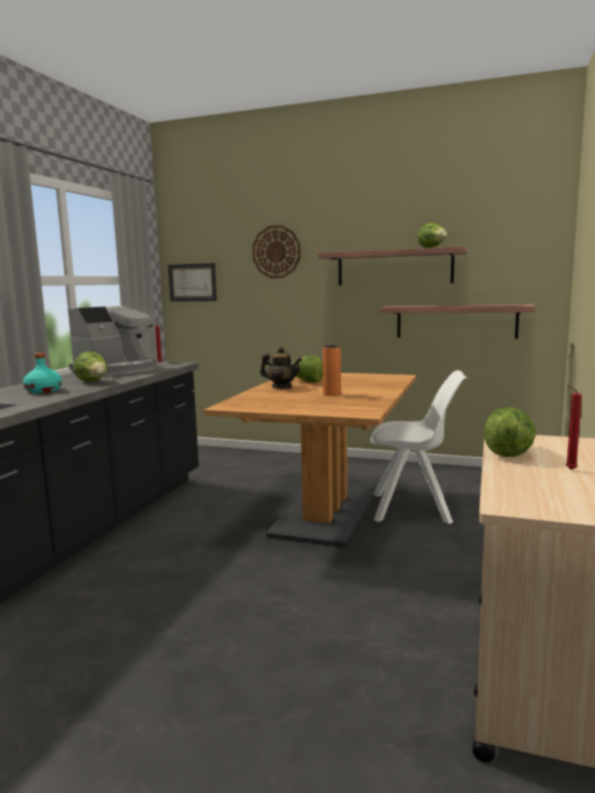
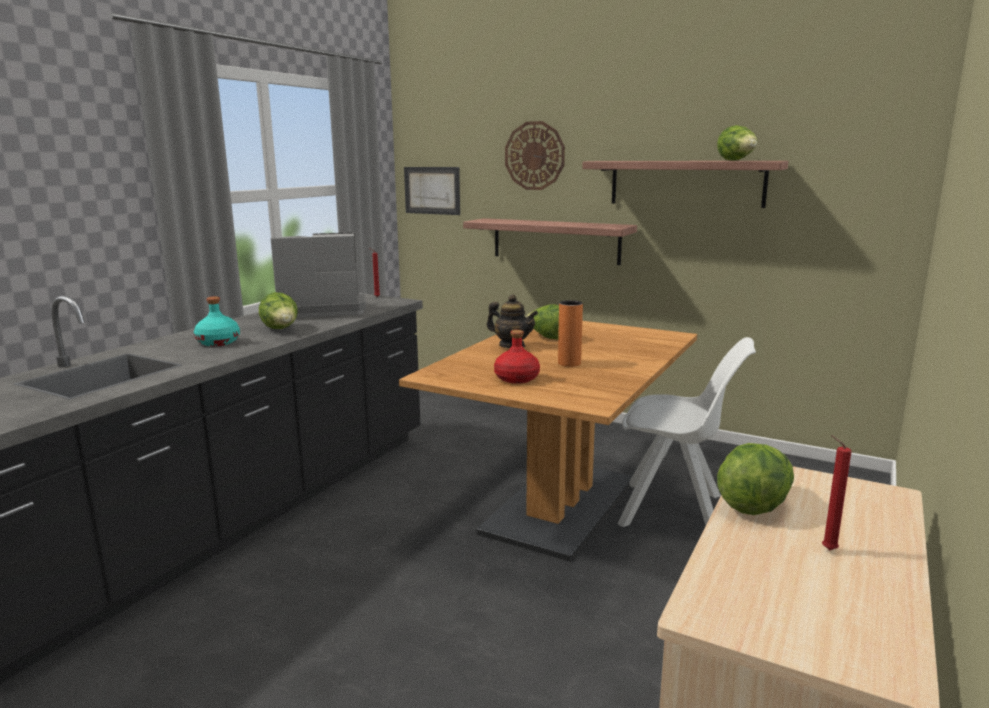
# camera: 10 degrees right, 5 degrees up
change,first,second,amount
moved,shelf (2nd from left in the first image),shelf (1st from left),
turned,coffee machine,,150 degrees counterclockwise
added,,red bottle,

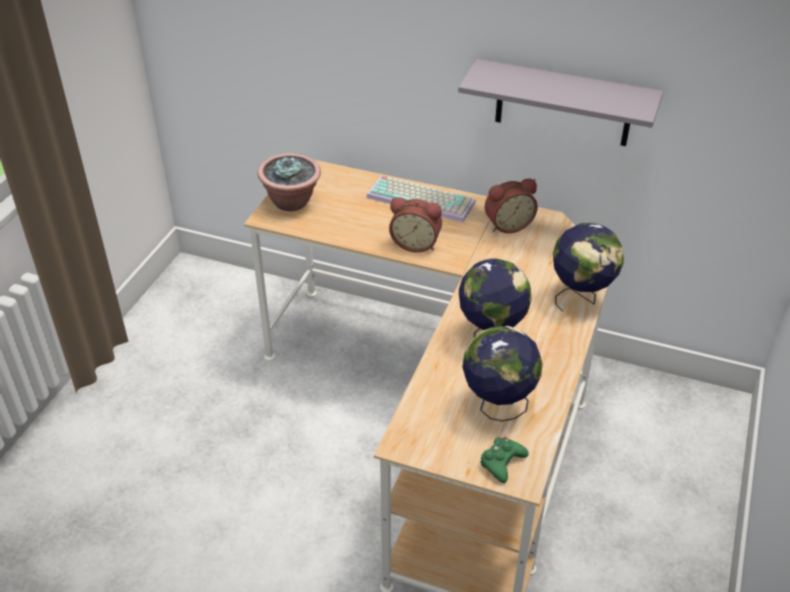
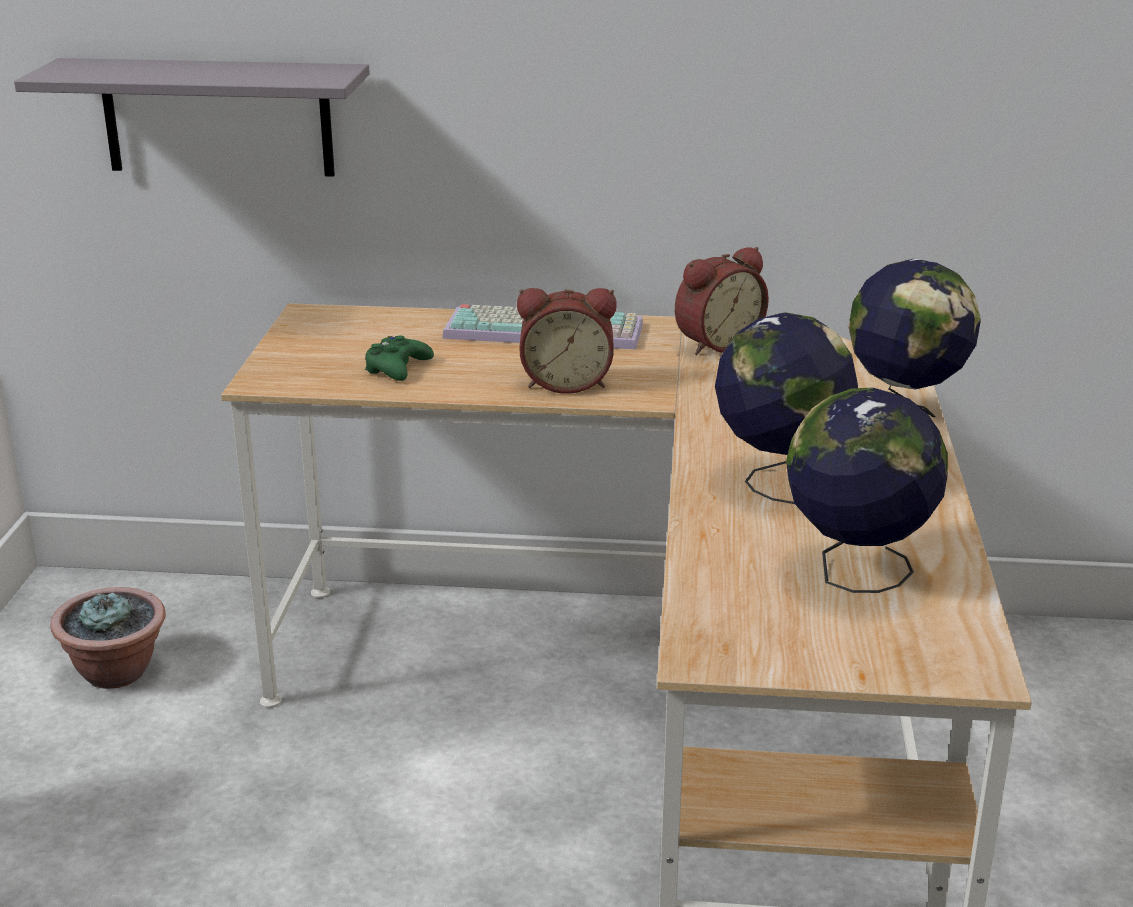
# camera: 15 degrees left, 15 degrees down
change,first,second,amount
moved,grey shelf,,
moved,potted plant,,
moved,green game controller,,

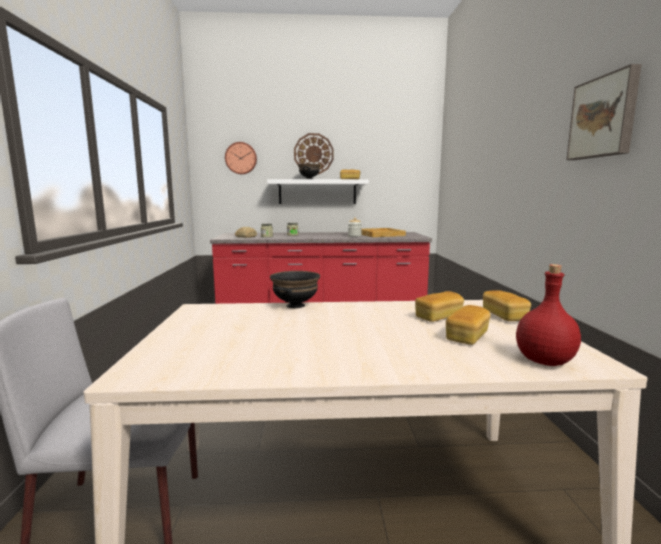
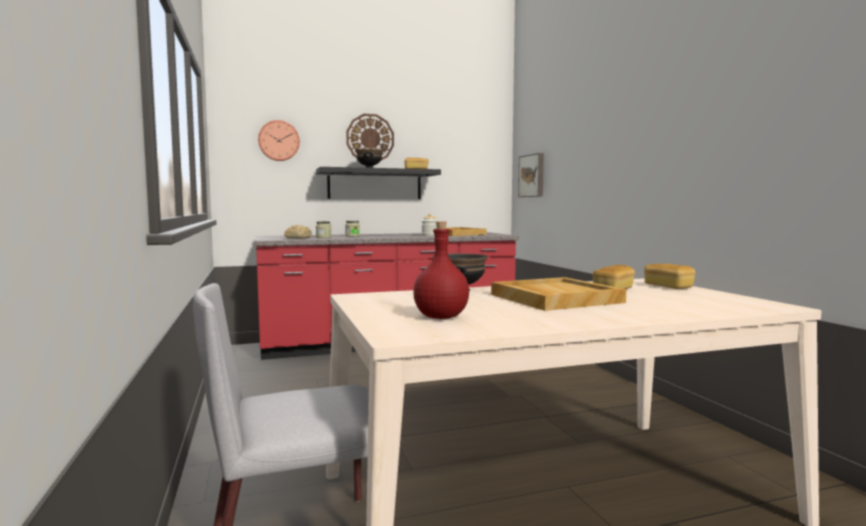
# camera: 15 degrees left, 5 degrees down
change,first,second,amount
moved,picture,,
recoloured,white shelf,black shelf,
moved,red bottle,,
removed,bread (4th from left),,
added,,beige tray (2nd from left),

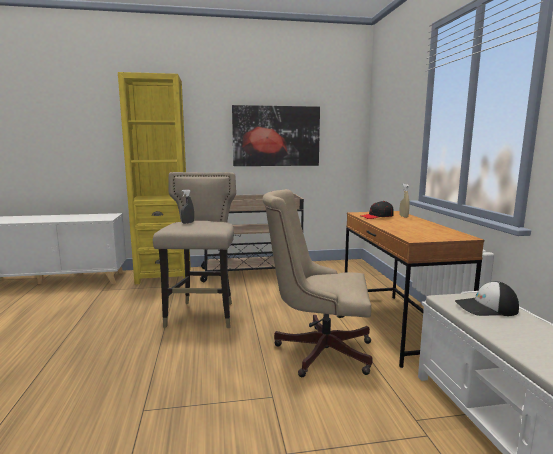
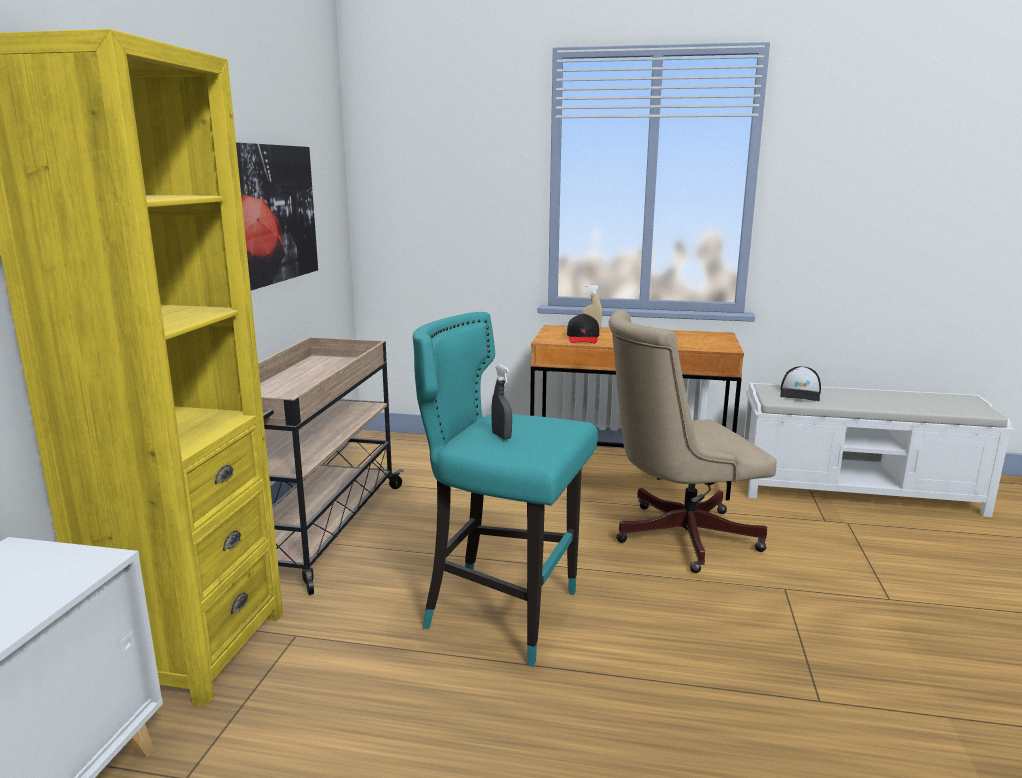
# camera: 70 degrees left, 5 degrees up
change,first,second,amount
recoloured,beige stool,turquoise stool,
turned,beige office chair,,45 degrees clockwise

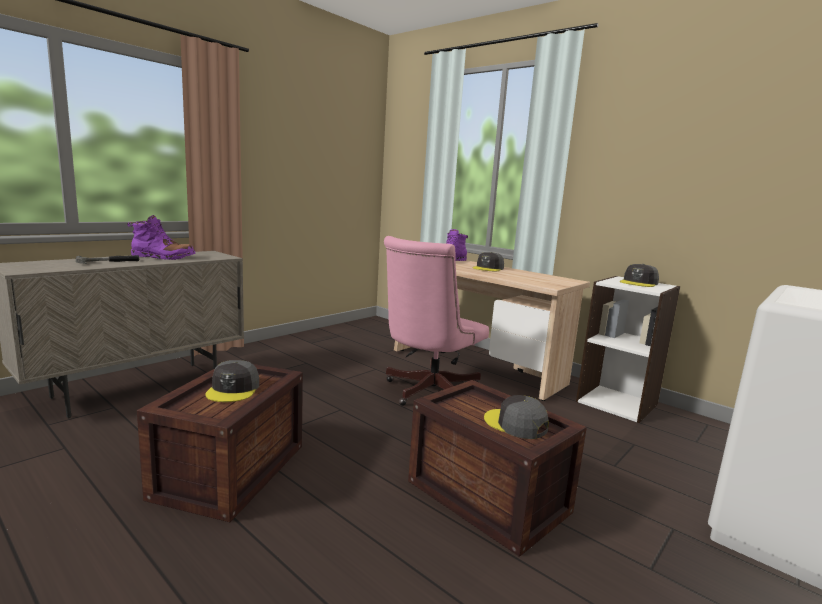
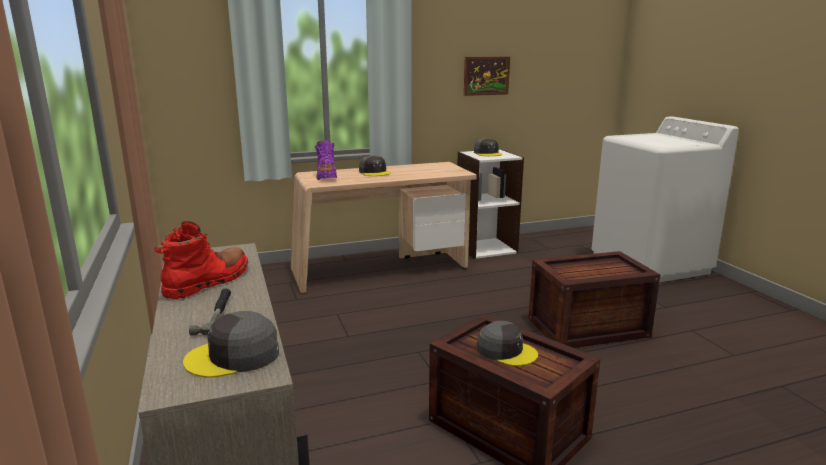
# camera: 60 degrees left, 5 degrees up
change,first,second,amount
recoloured,purple boot (1st from left),red boot,
removed,pink office chair,,
moved,grey cap (3rd from left in the first image),grey cap (1st from left),
added,,picture,

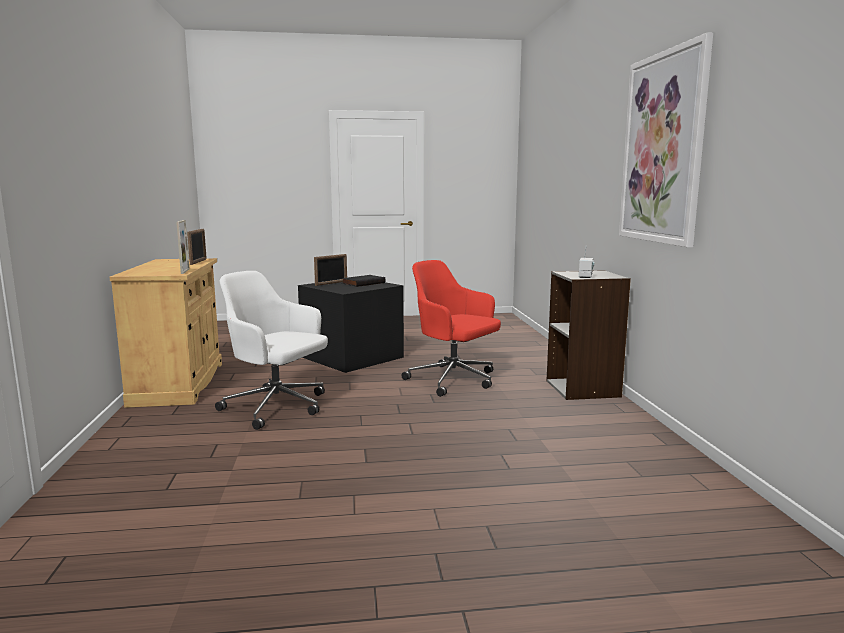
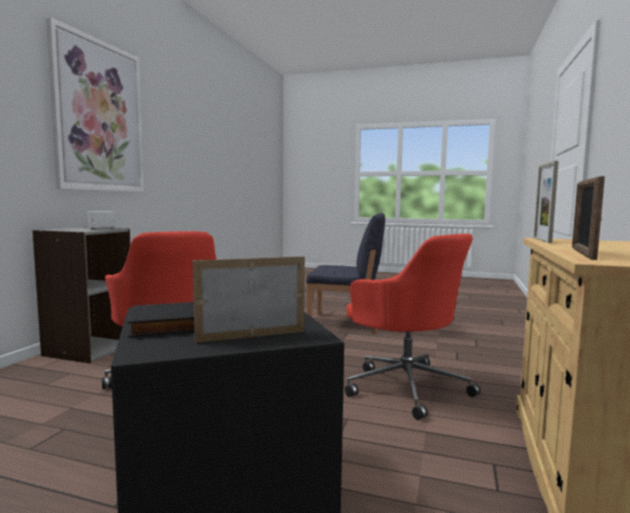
# camera: 155 degrees left, 5 degrees down
change,first,second,amount
recoloured,white office chair,red office chair (2nd from left),
added,,blue chair,

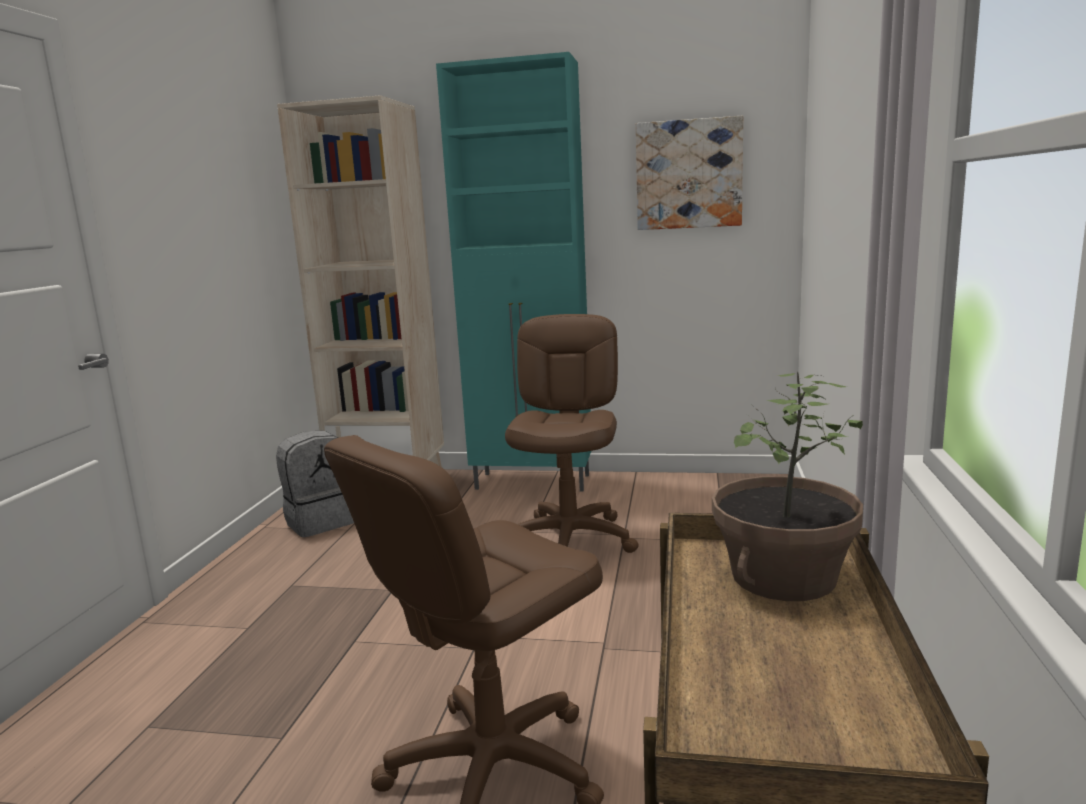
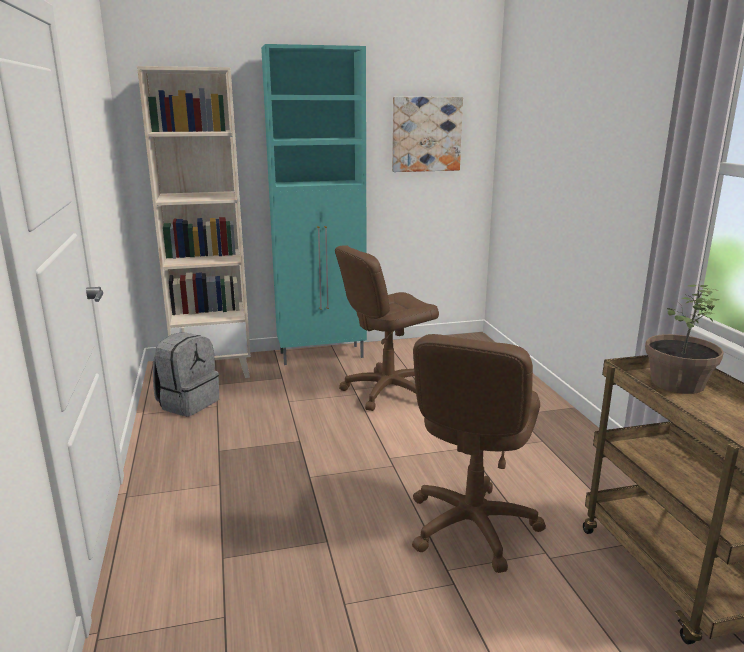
# camera: 25 degrees left, 5 degrees up
change,first,second,amount
turned,brown office chair (2nd from left in the first image),brown office chair (1st from left),105 degrees counterclockwise

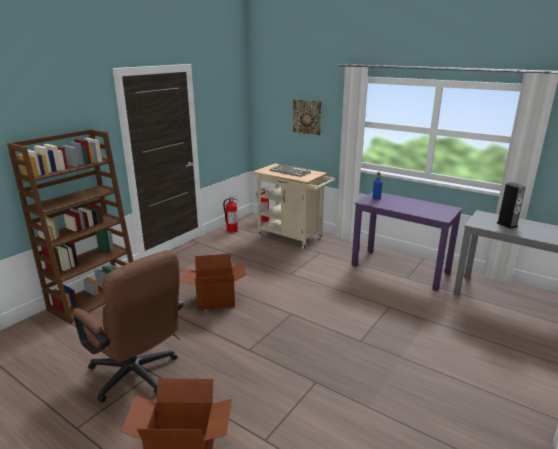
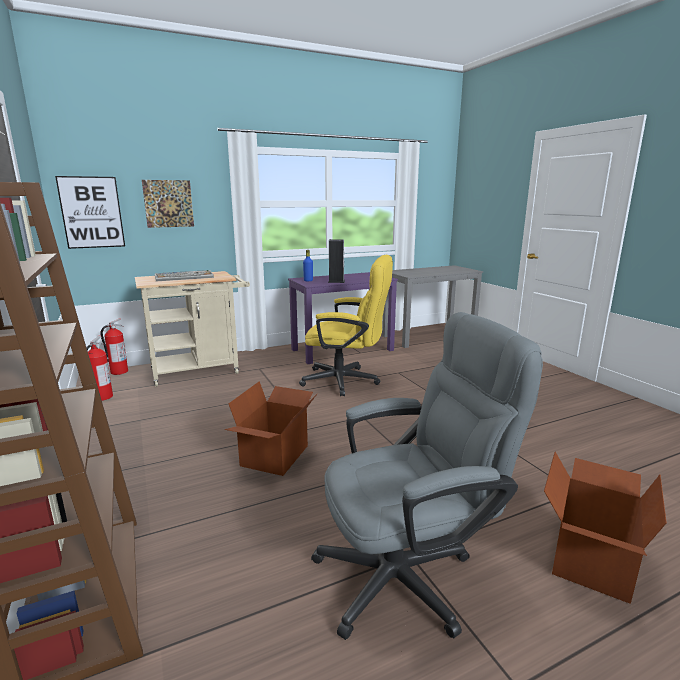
# camera: 60 degrees left, 5 degrees down
change,first,second,amount
moved,speaker,,
recoloured,brown office chair,grey office chair,
added,,picture (1st from left),
added,,yellow office chair,

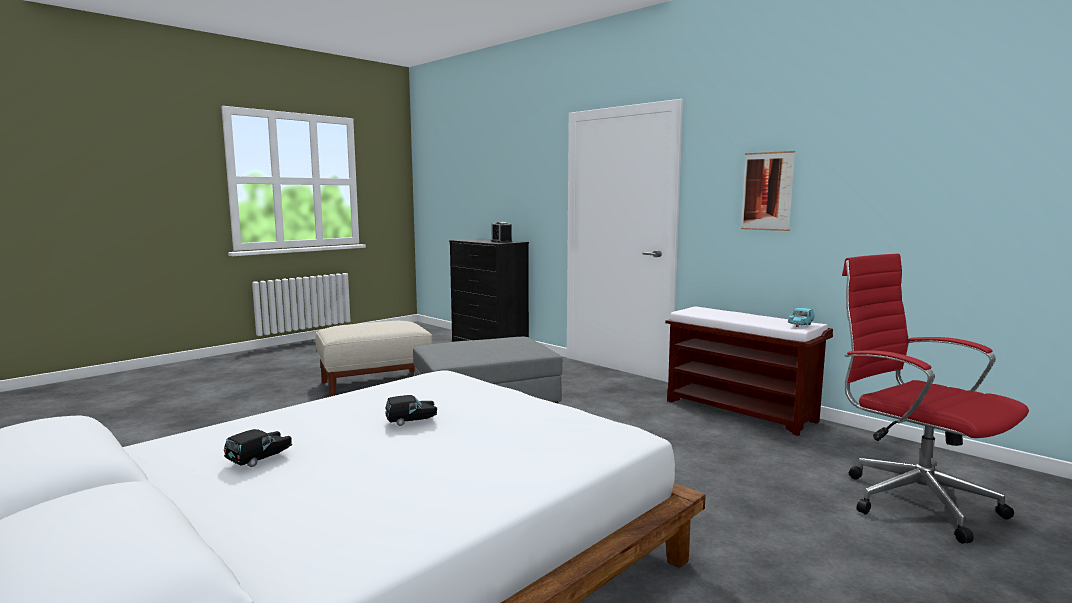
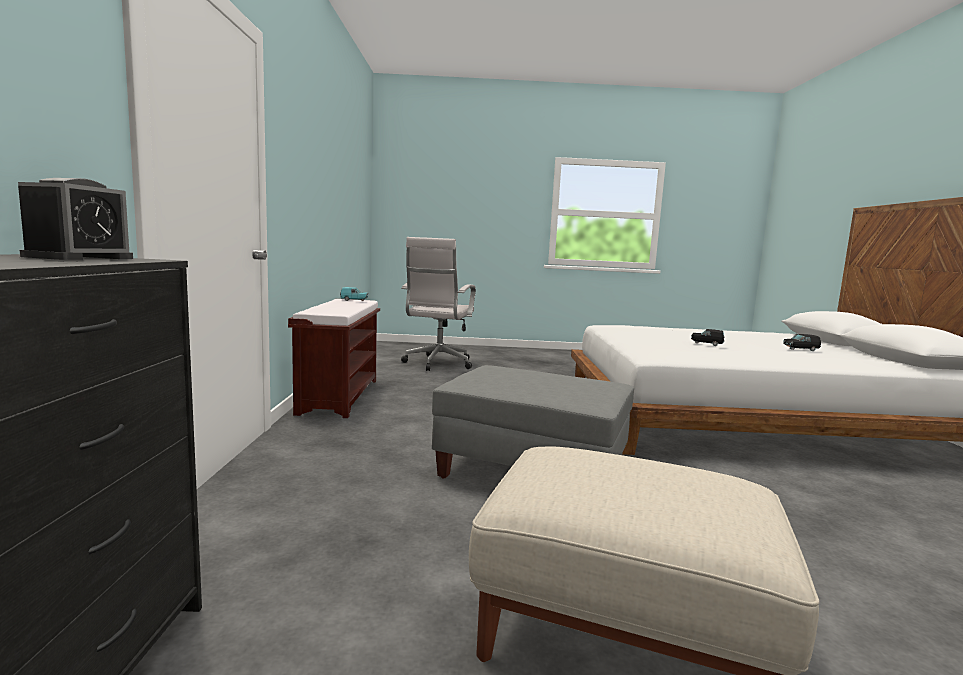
# camera: 135 degrees left, 0 degrees up
change,first,second,amount
removed,picture,,
recoloured,red office chair,white office chair,

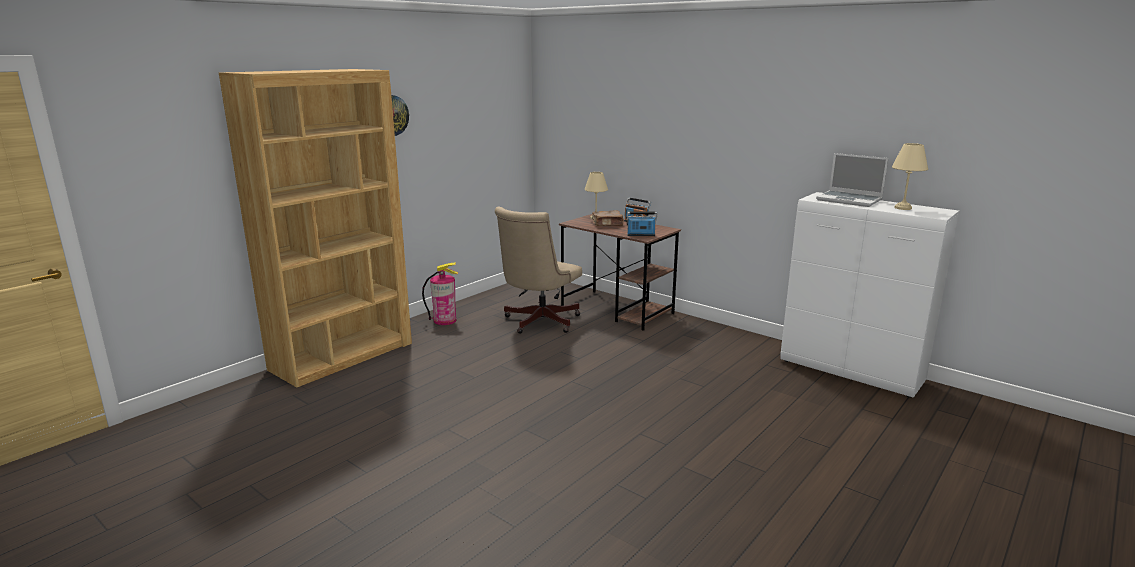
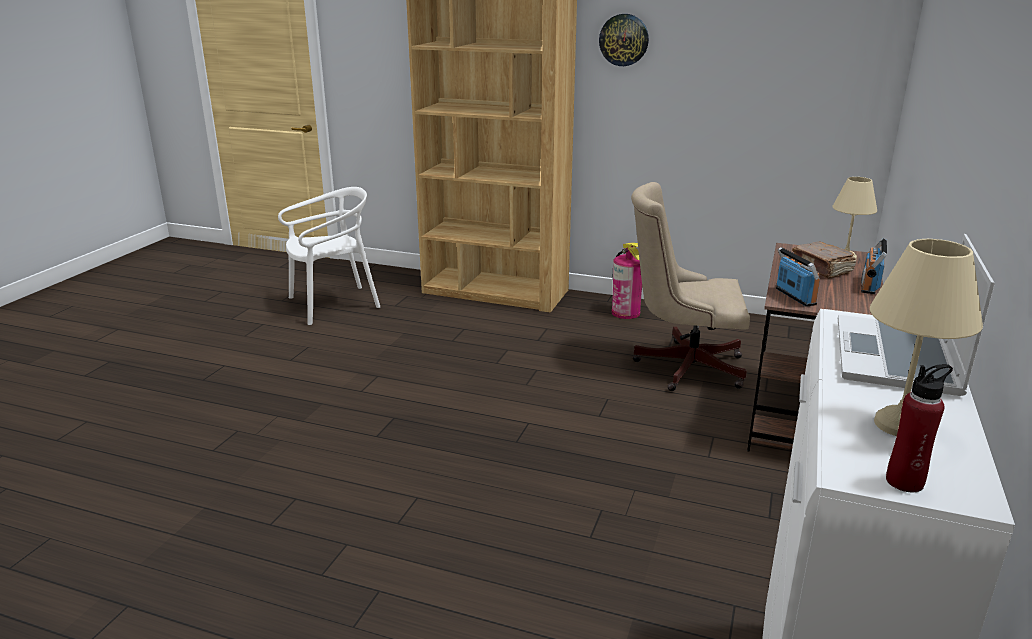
# camera: 70 degrees right, 5 degrees up
change,first,second,amount
added,,white chair,
added,,red bottle,

